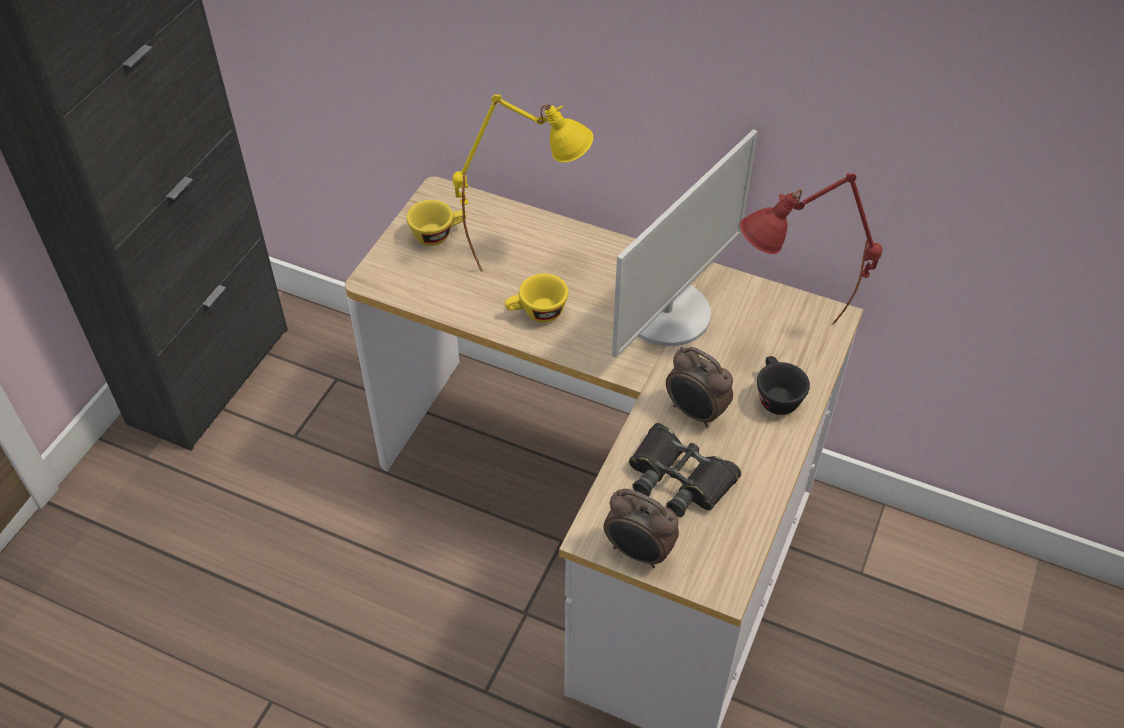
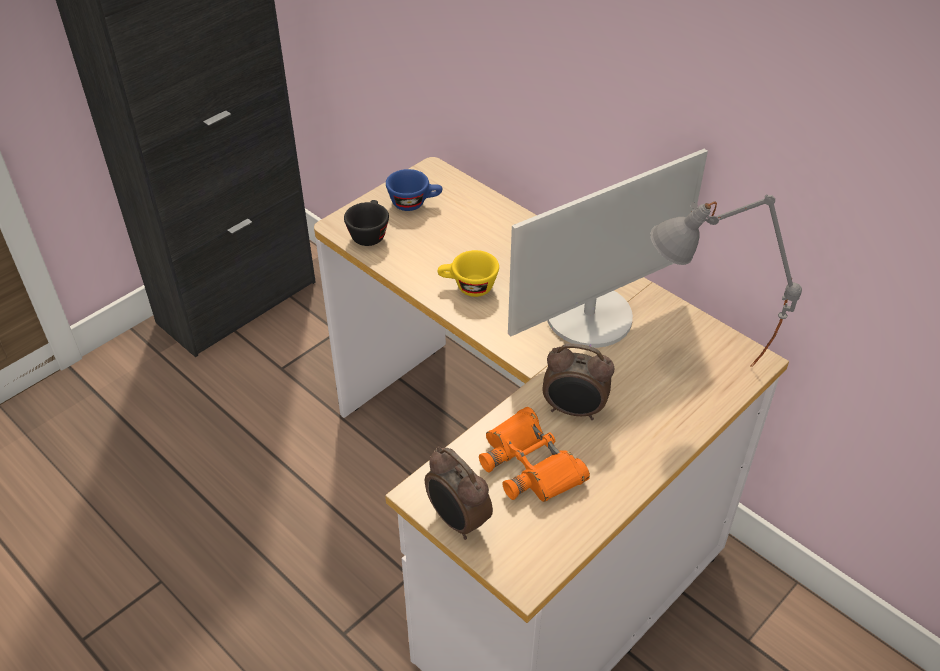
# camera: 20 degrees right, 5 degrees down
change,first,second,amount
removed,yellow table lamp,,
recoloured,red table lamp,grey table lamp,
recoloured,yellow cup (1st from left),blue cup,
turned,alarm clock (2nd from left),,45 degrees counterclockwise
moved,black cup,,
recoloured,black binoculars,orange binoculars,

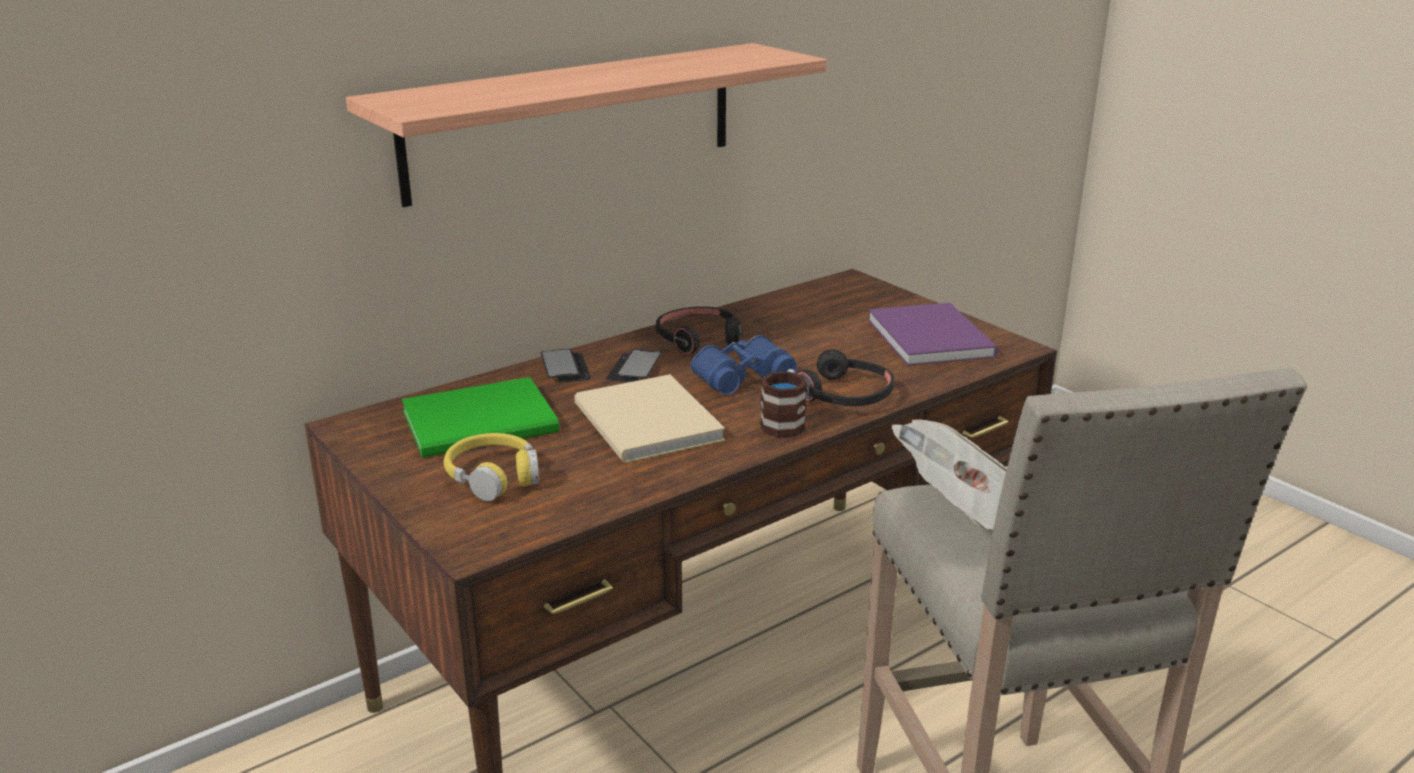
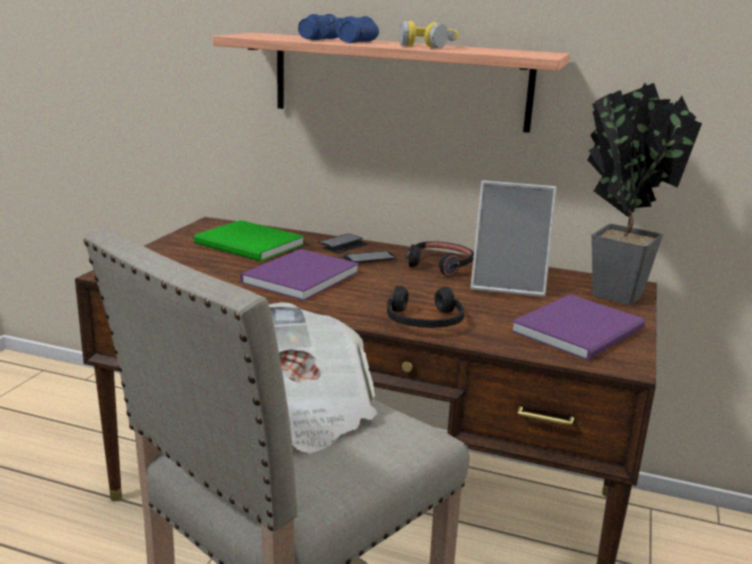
# camera: 55 degrees right, 5 degrees down
change,first,second,amount
moved,blue binoculars,,
removed,mug,,
recoloured,beige book,purple book (1st from left),
moved,yellow headphones,,
added,,potted plant,
added,,picture frame,

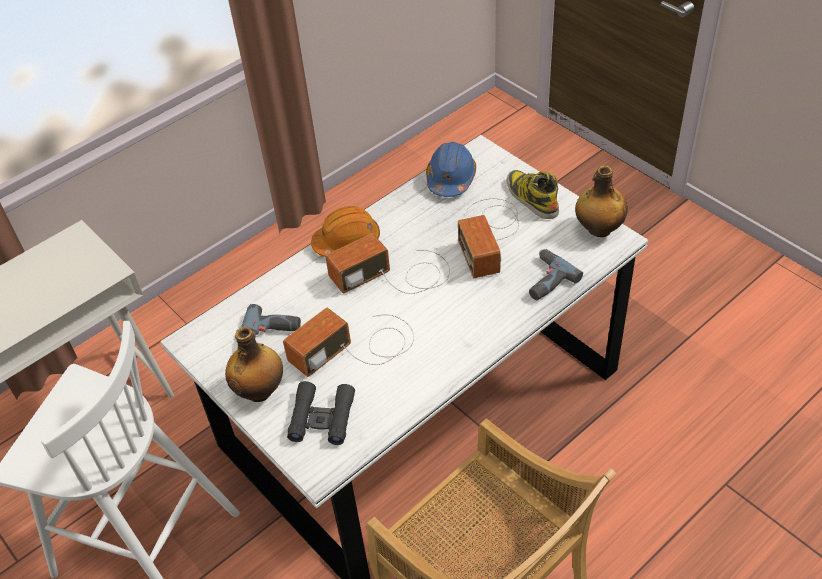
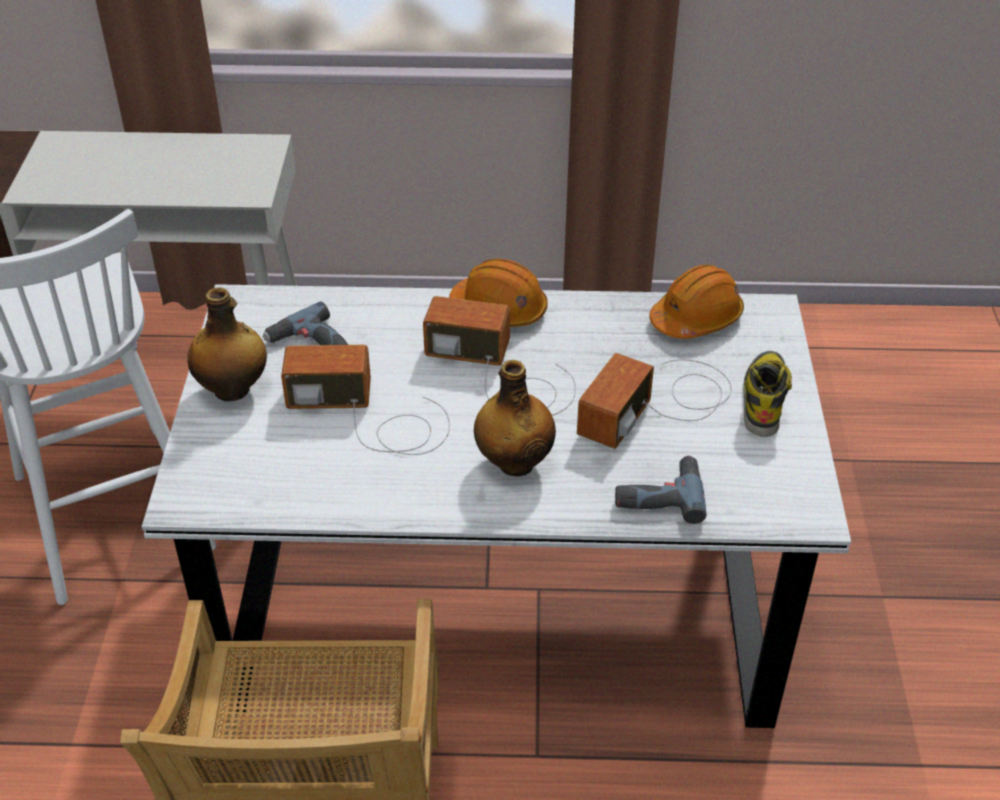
# camera: 40 degrees right, 5 degrees down
change,first,second,amount
recoloured,blue hard hat,orange hard hat (2nd from left),
moved,bottle (2nd from left),,
removed,black binoculars,,

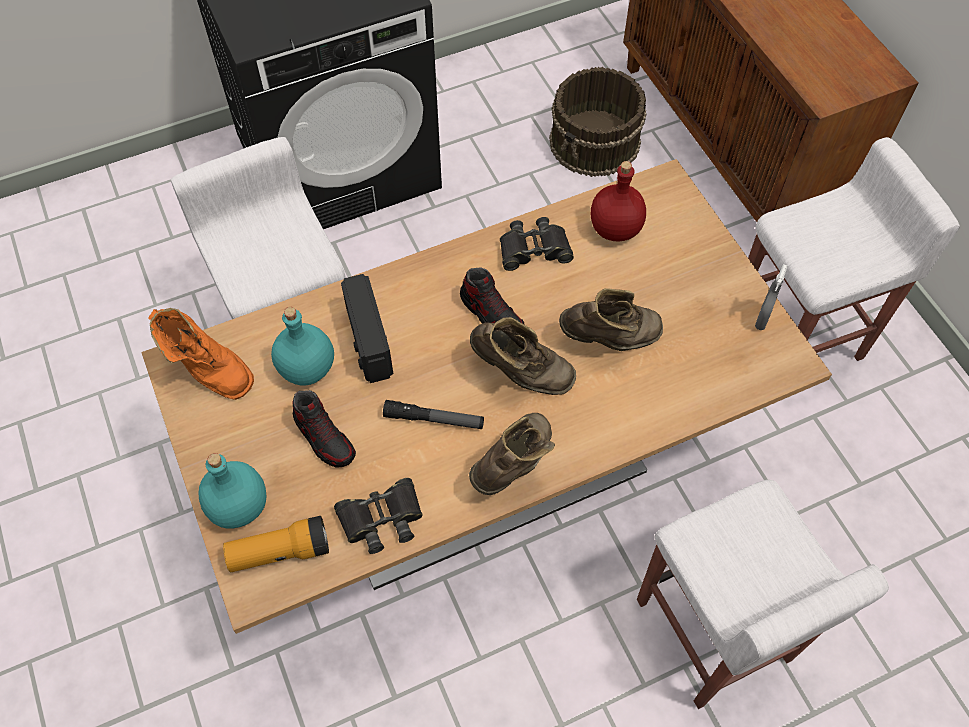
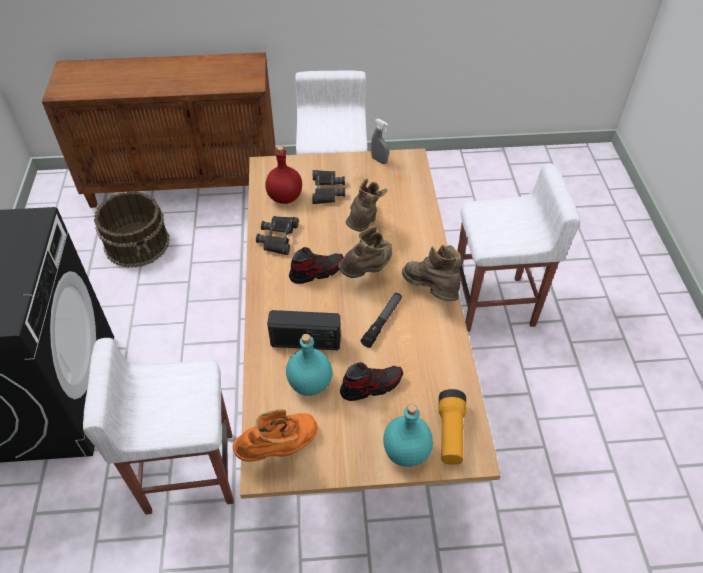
# camera: 70 degrees left, 10 degrees down
change,first,second,amount
moved,black binoculars (1st from left in the first image),black binoculars (2nd from left),

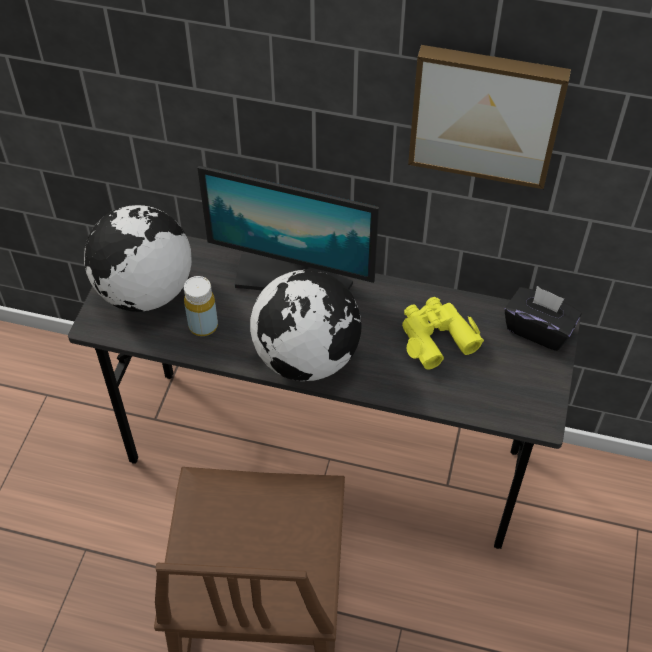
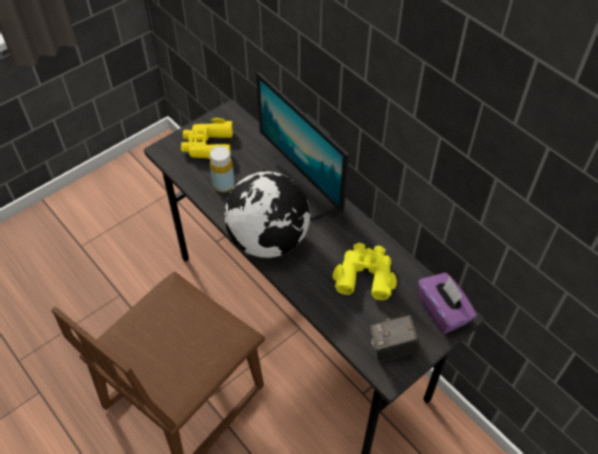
# camera: 35 degrees right, 0 degrees up
change,first,second,amount
removed,picture,,
replaced,globe (1st from left),yellow binoculars (1st from left),
recoloured,black tissue box,purple tissue box,
added,,photo camera,

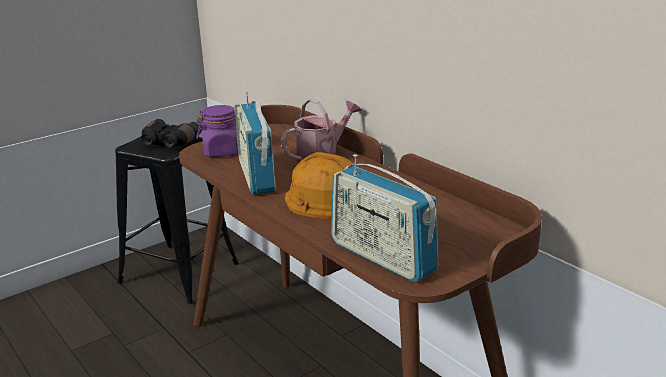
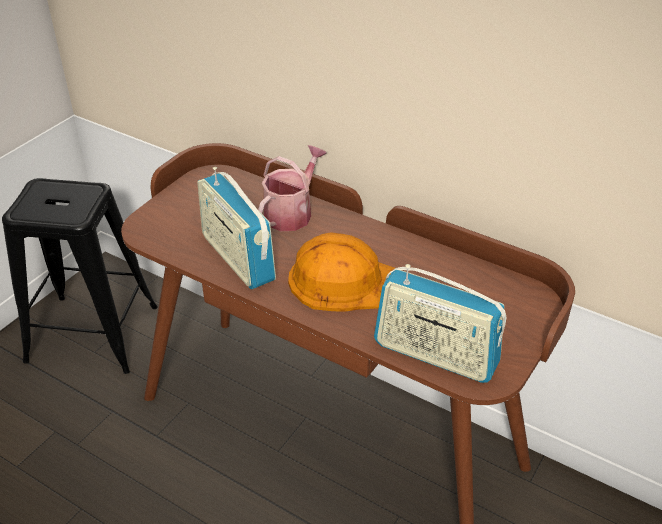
# camera: 20 degrees left, 15 degrees up
change,first,second,amount
removed,purple jar,,
removed,black binoculars,,

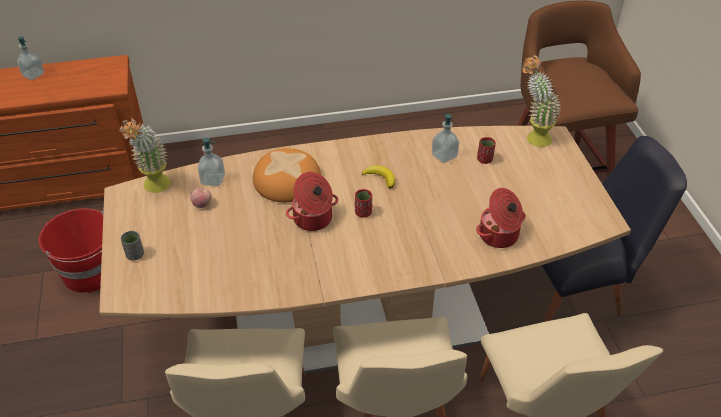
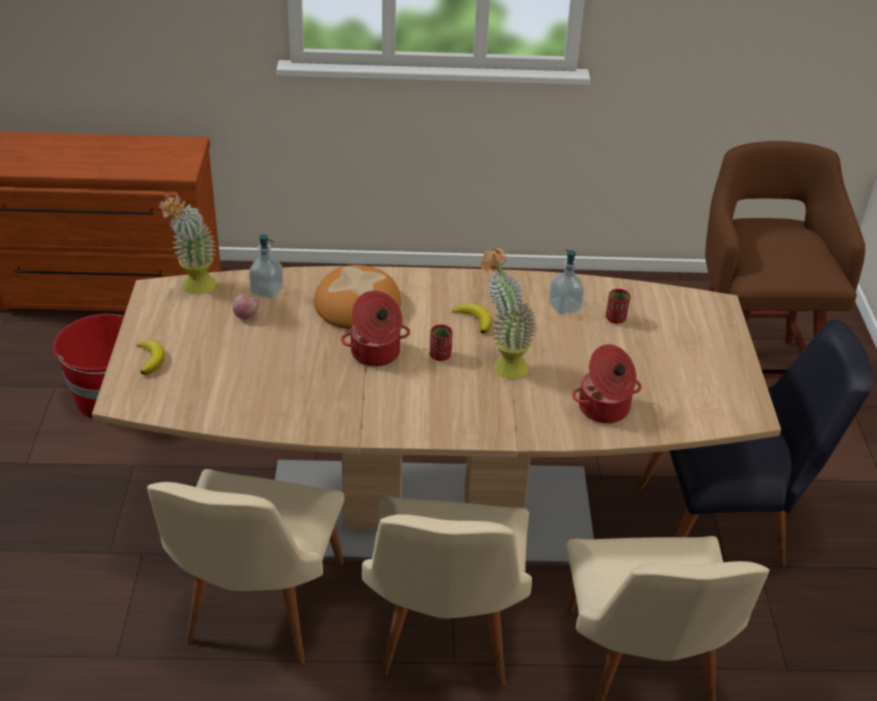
# camera: 10 degrees right, 5 degrees down
change,first,second,amount
removed,soap dispenser (1st from left),,
moved,potted plant (2nd from left),,
replaced,grey cup,banana (1st from left),

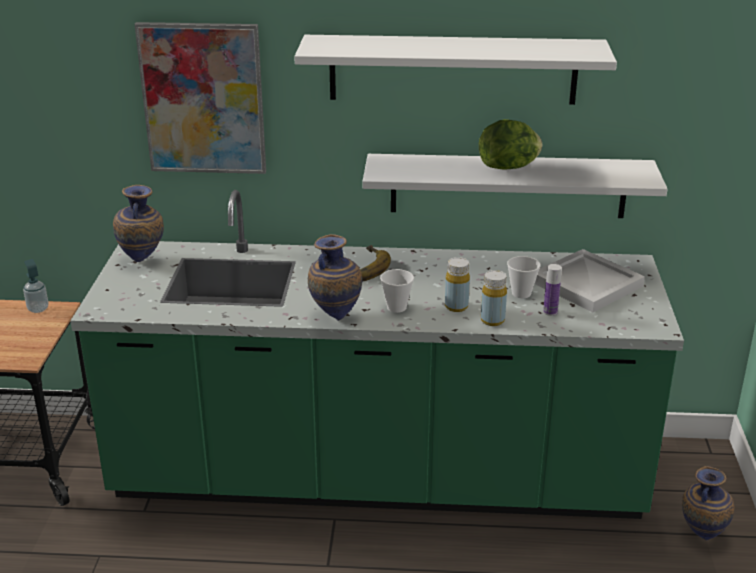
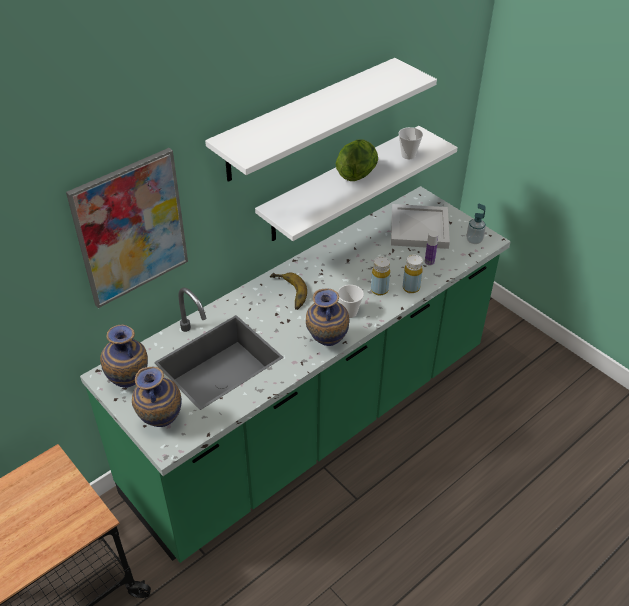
# camera: 45 degrees left, 15 degrees up
change,first,second,amount
moved,cup (2nd from left),,
moved,soap dispenser,,
moved,vase (3rd from left in the first image),vase (2nd from left),

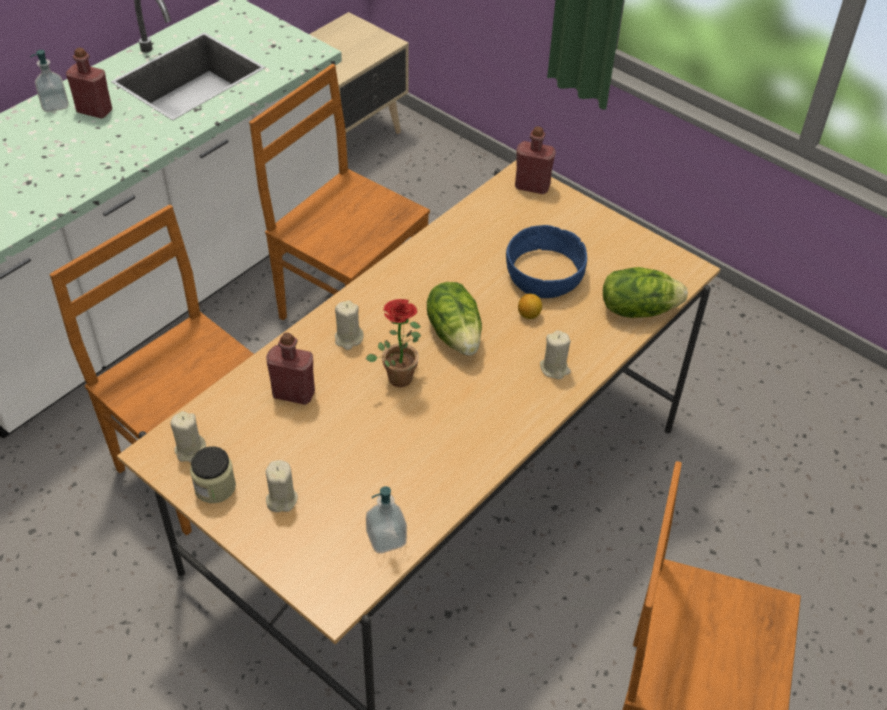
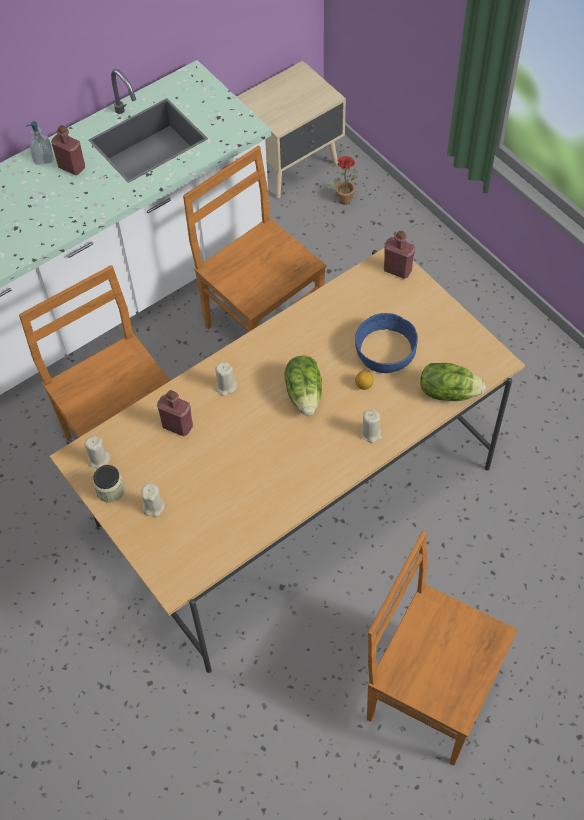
# camera: 15 degrees right, 10 degrees up
change,first,second,amount
moved,potted plant,,
removed,soap dispenser (2nd from left),,

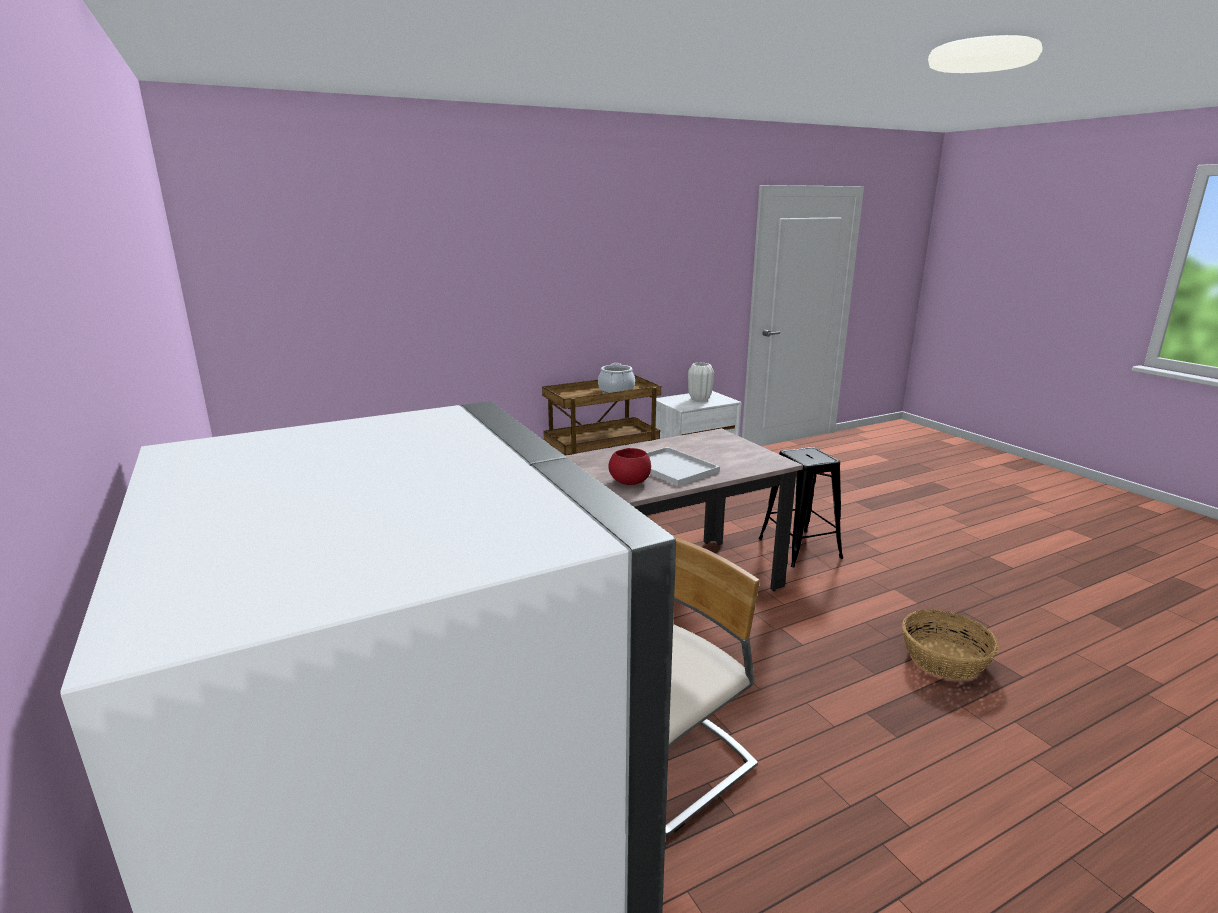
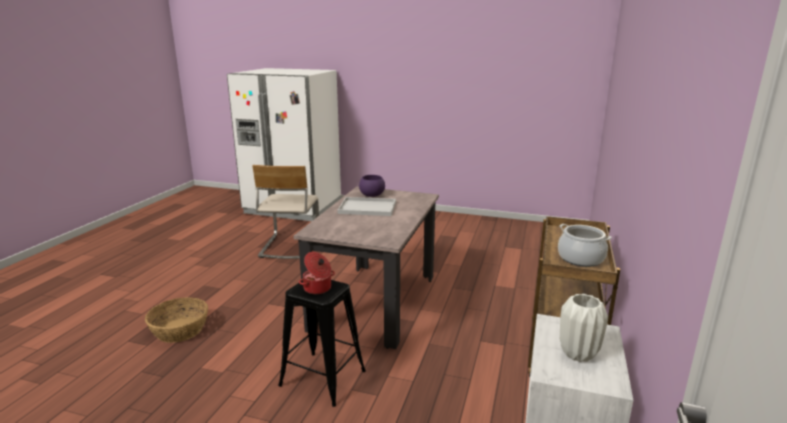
# camera: 135 degrees right, 0 degrees up
change,first,second,amount
recoloured,red bowl,purple bowl,
added,,cooking pot (1st from left),

